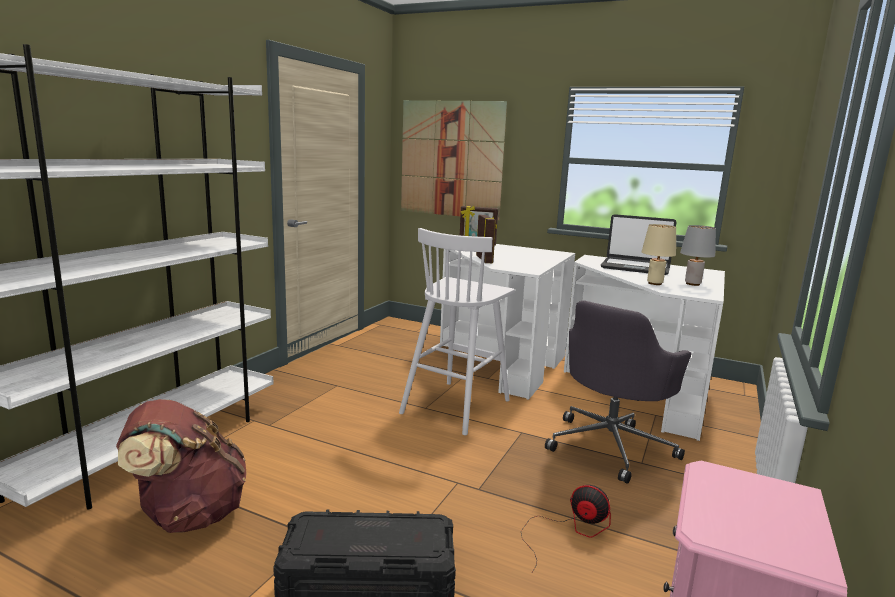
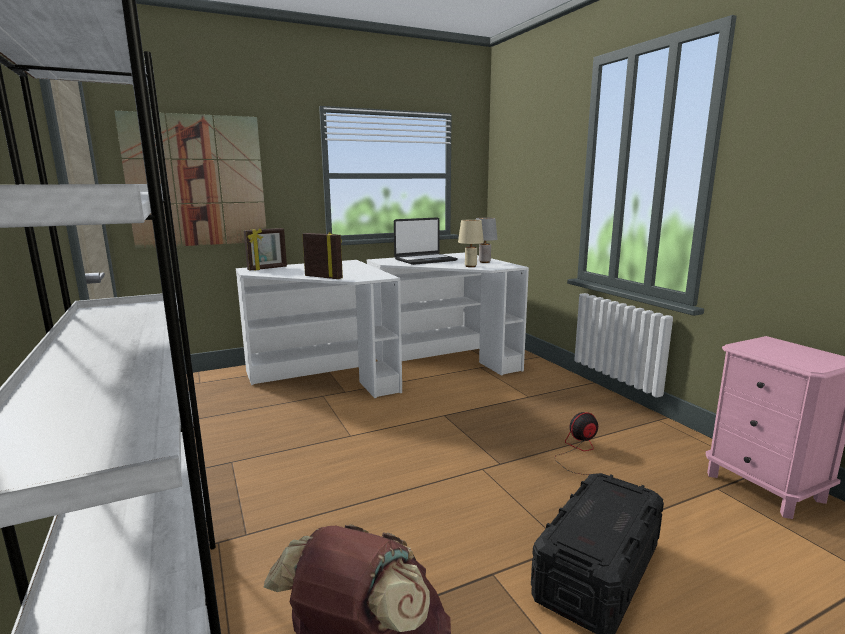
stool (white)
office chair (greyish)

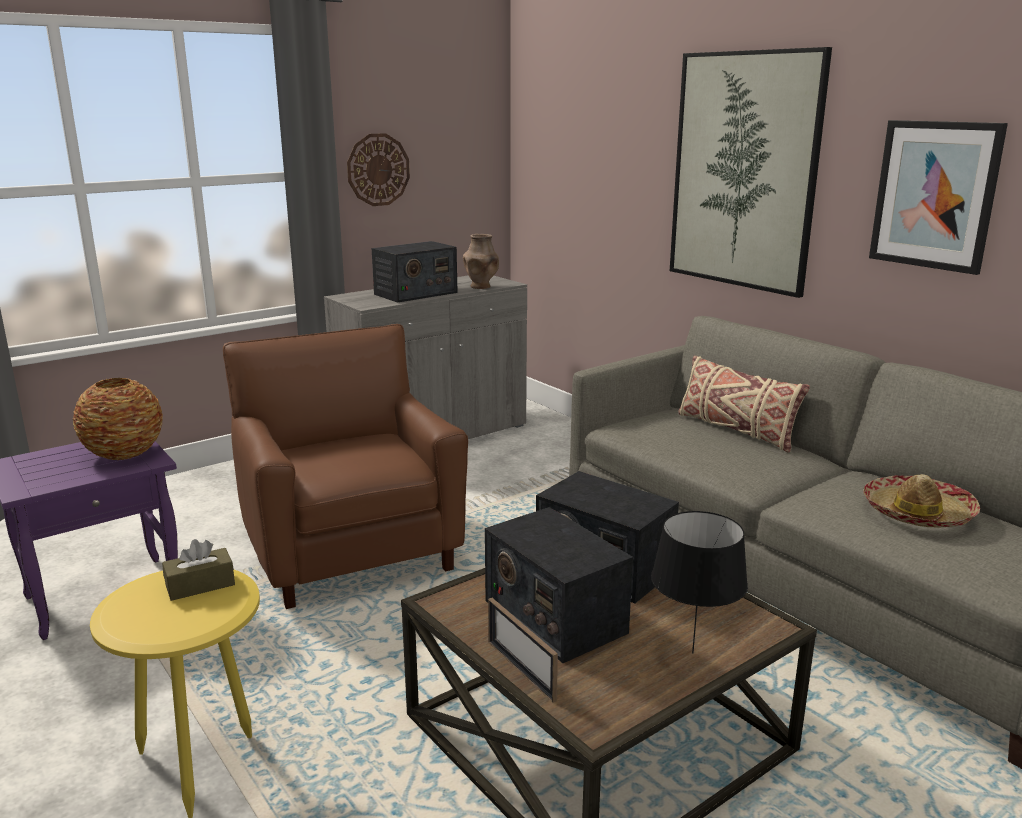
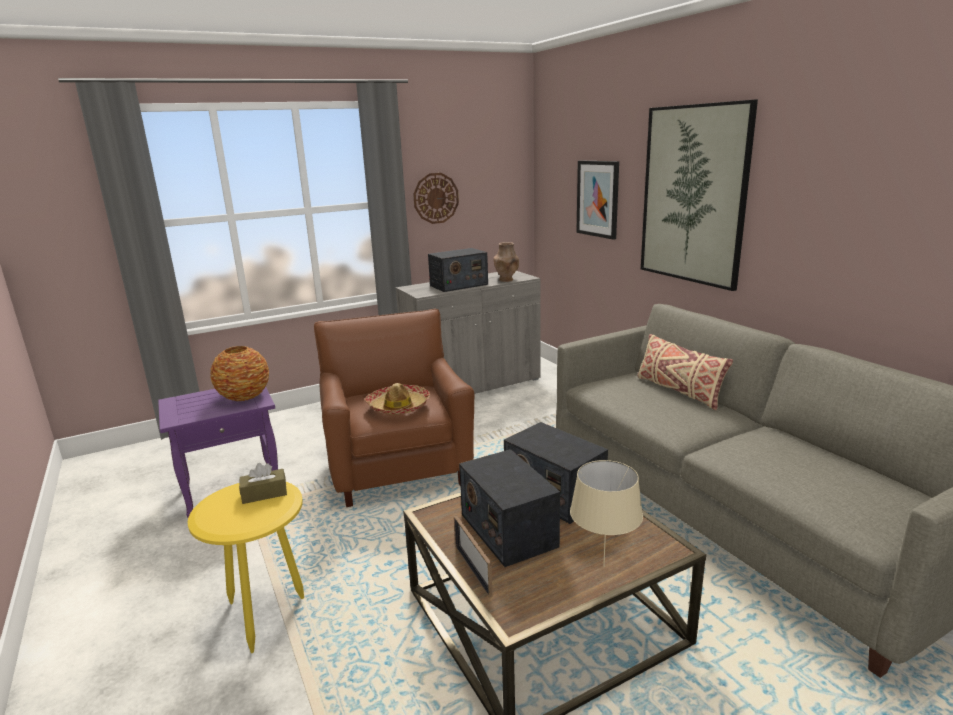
clothing hat
picture (1st from left)
tabletop lamp (beige)

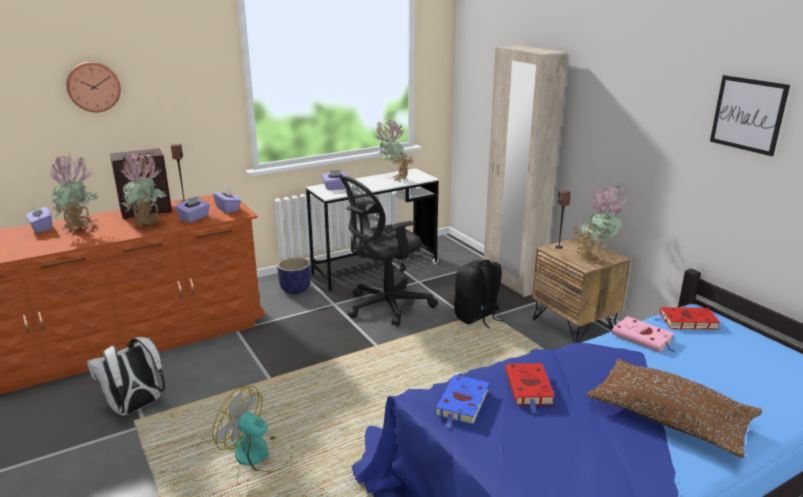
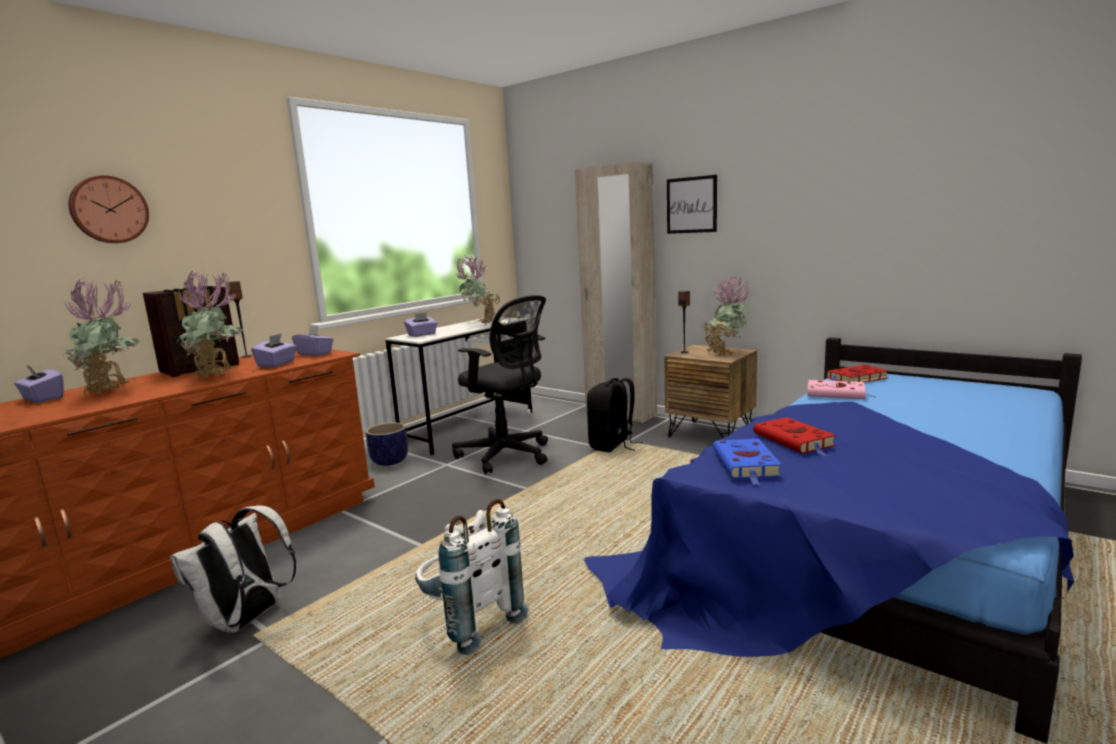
cushion (brown)
picture
backpack (white) (2nd from left)
office chair (black-coloured)

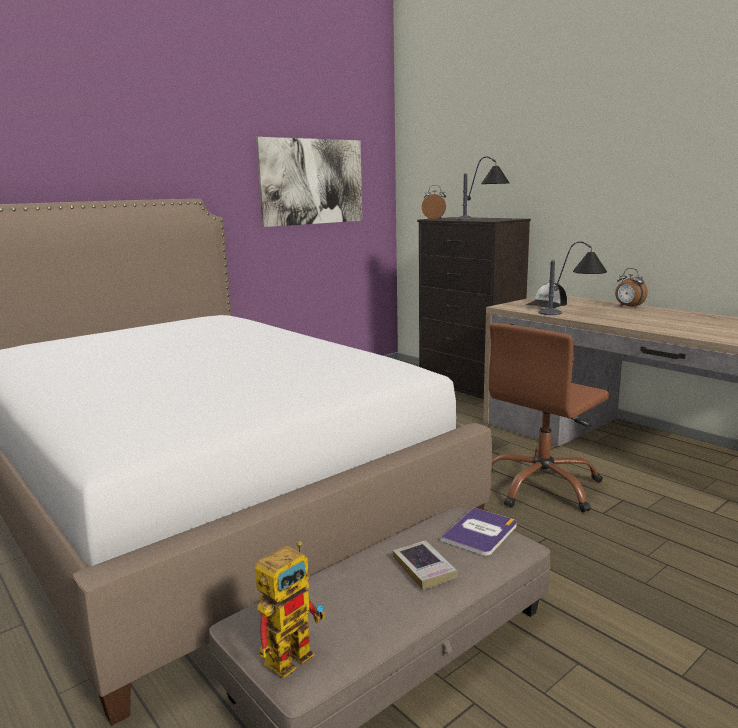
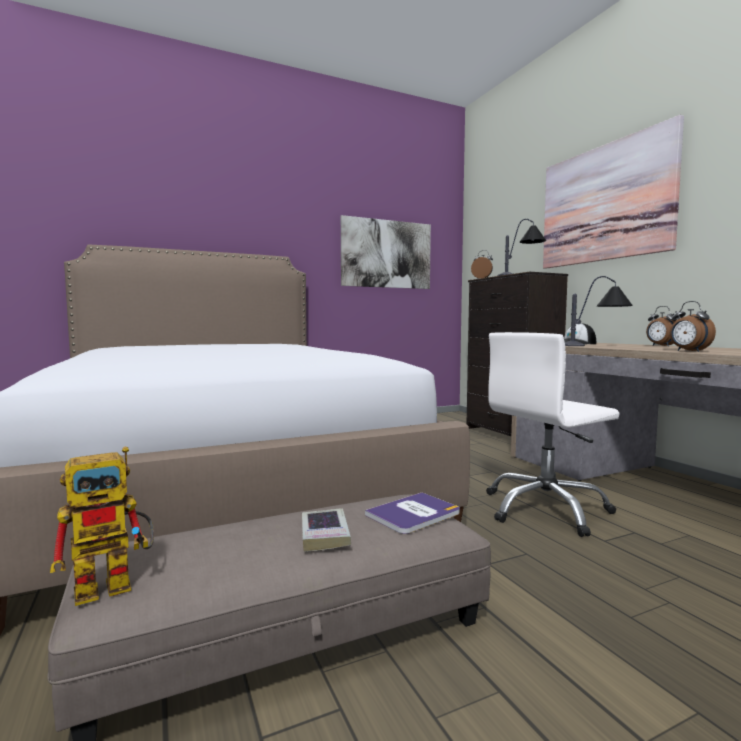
picture (2nd from left)
bedside clock (3rd from left)
office chair (white)

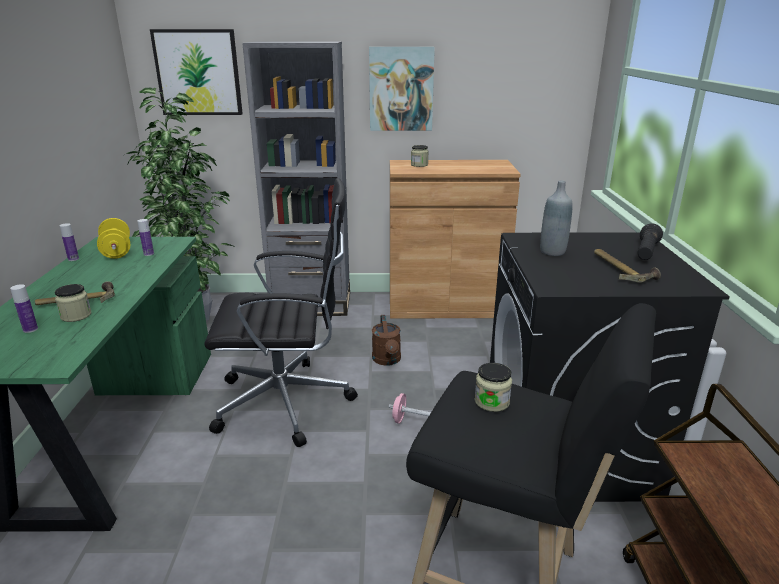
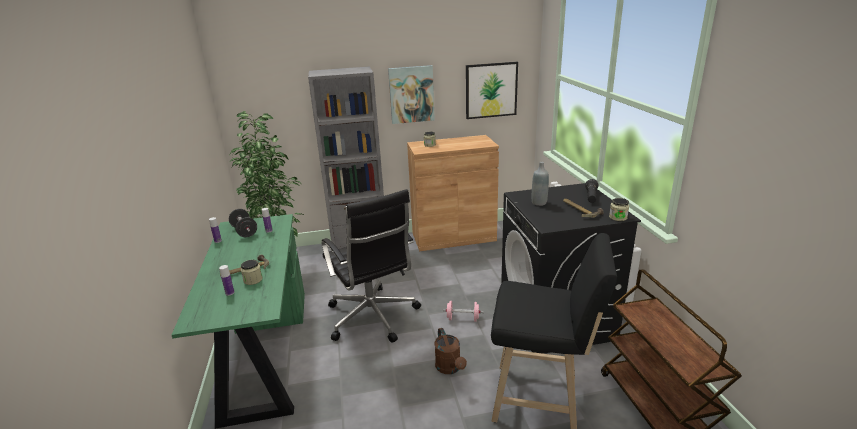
picture (2nd from left)
watering pot (brown)
preserve jar (3rd from left)
hand weight (black-coloured)
office chair (black-coloured)

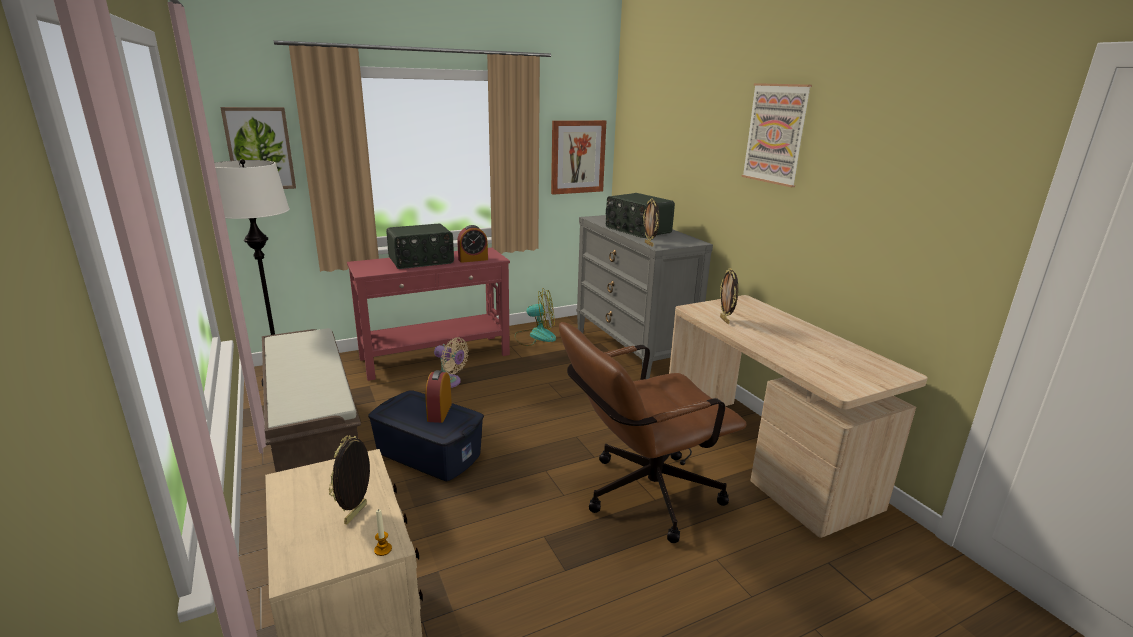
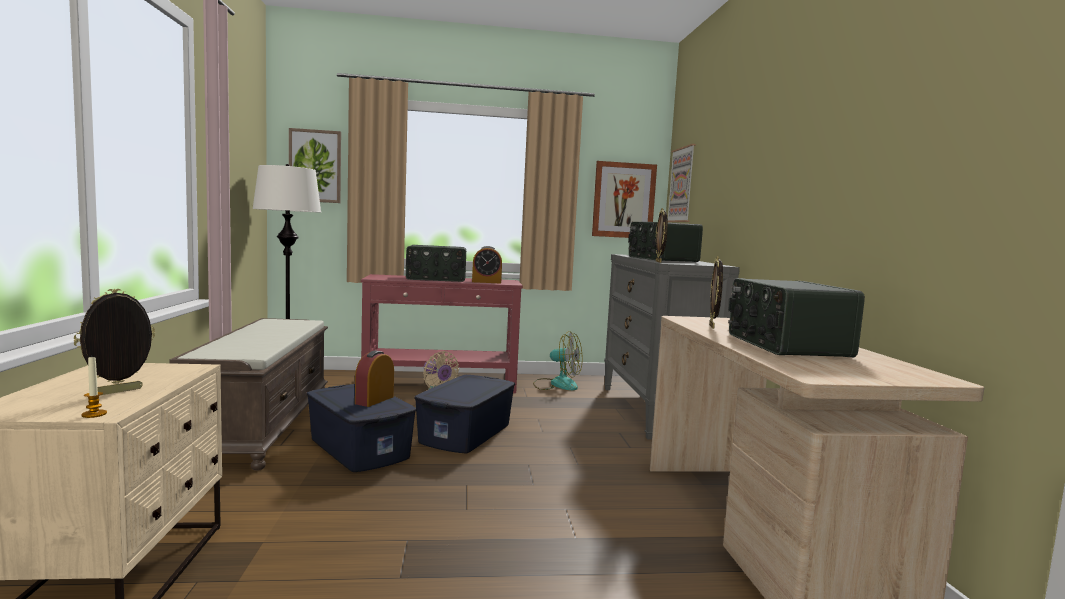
office chair (brown)
storage box (bluish) (2nd from left)
radio receiver (3rd from left)
picture (3rd from left)

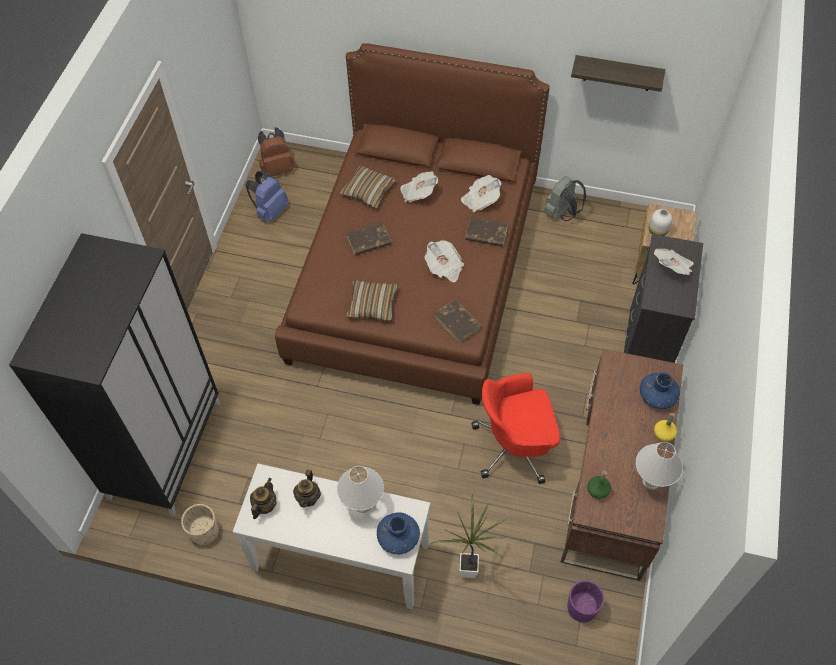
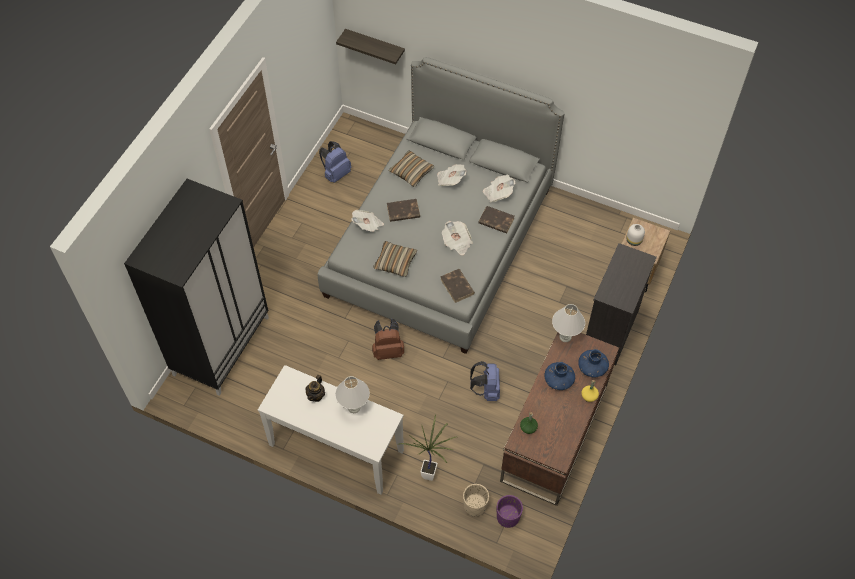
tea pot (1st from left in the first image)
backpack (greyish)
flower pot (beige)
backpack (brown)
flower vase (bluish) (1st from left)
shelf
tabletop lamp (white) (2nd from left)
daily paper (1st from left)
backpack (bluish) (2nd from left)
sleeping bed (greyish)

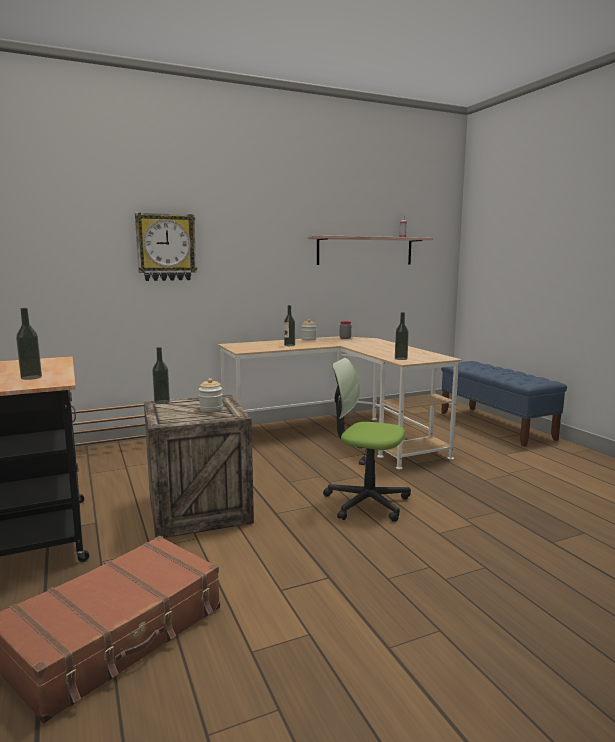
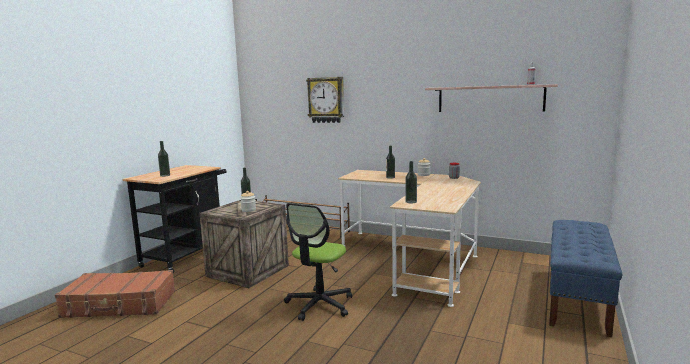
office chair

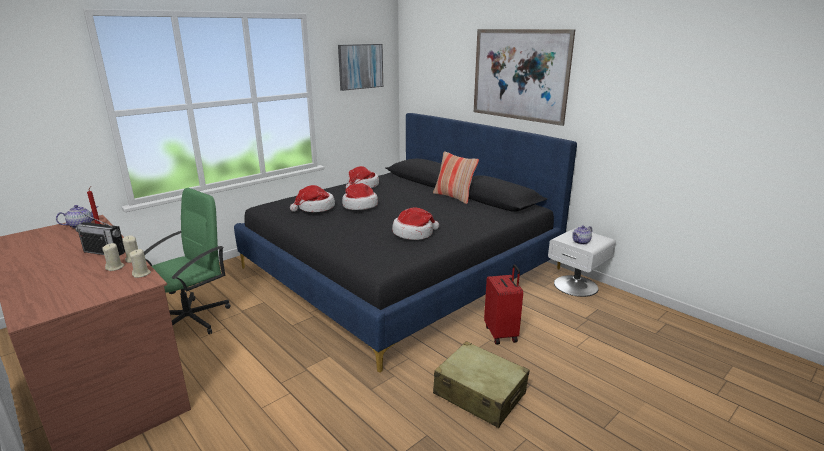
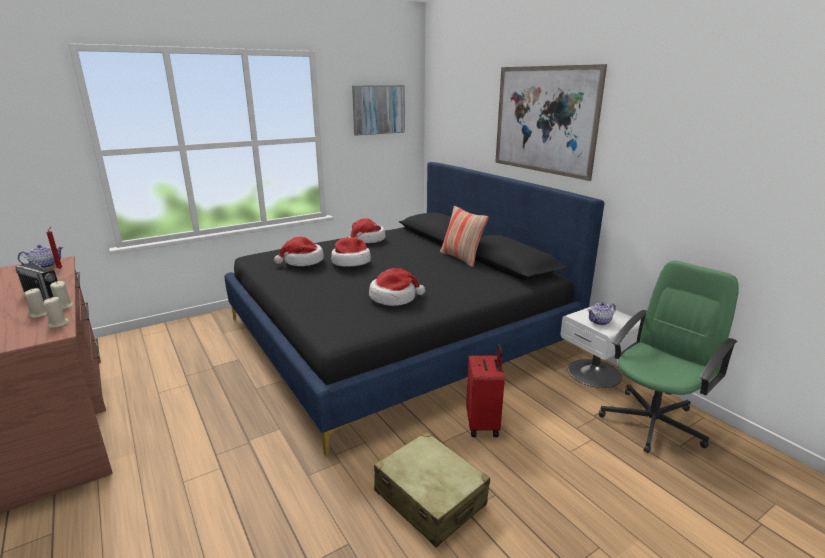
office chair (greenish)

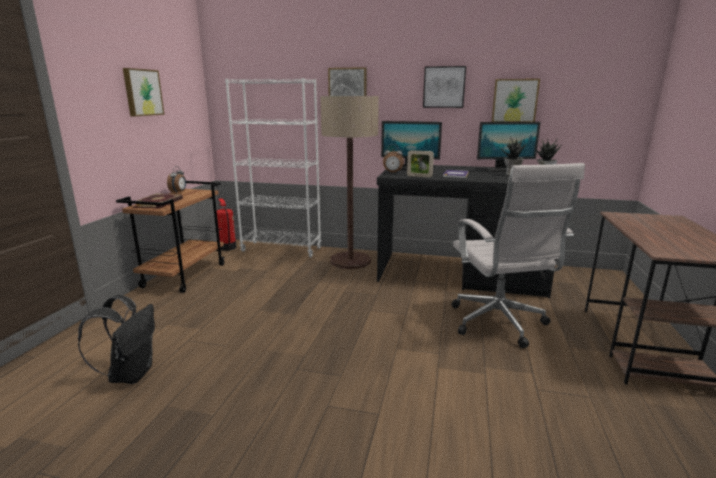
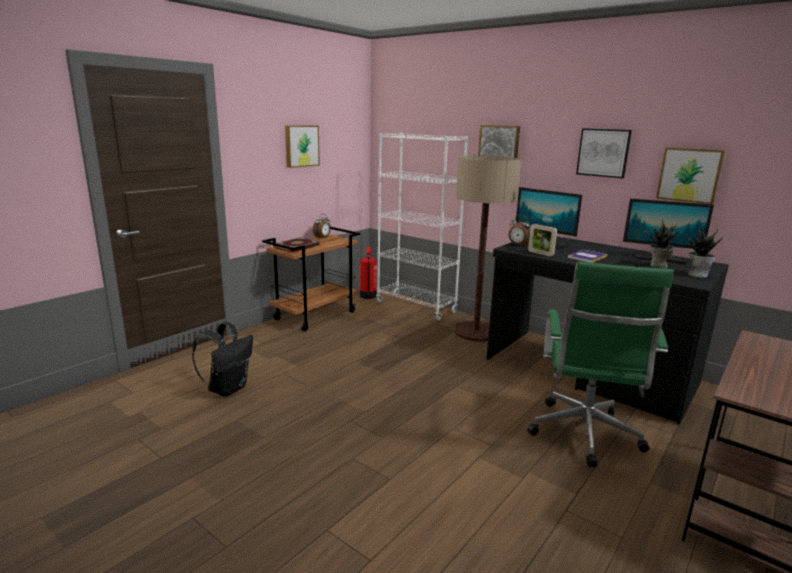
office chair (greenish)

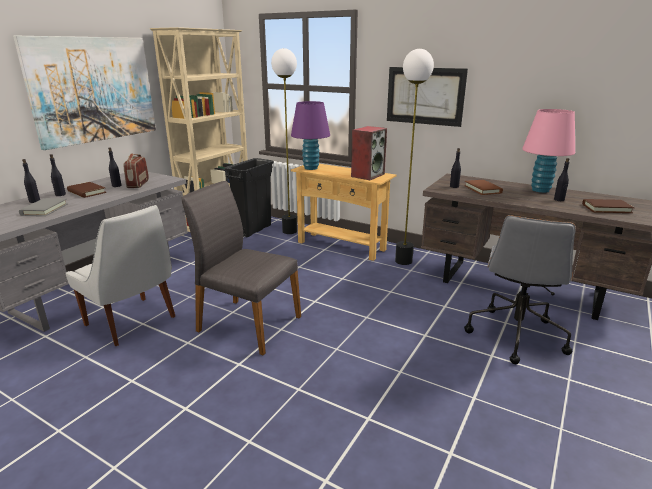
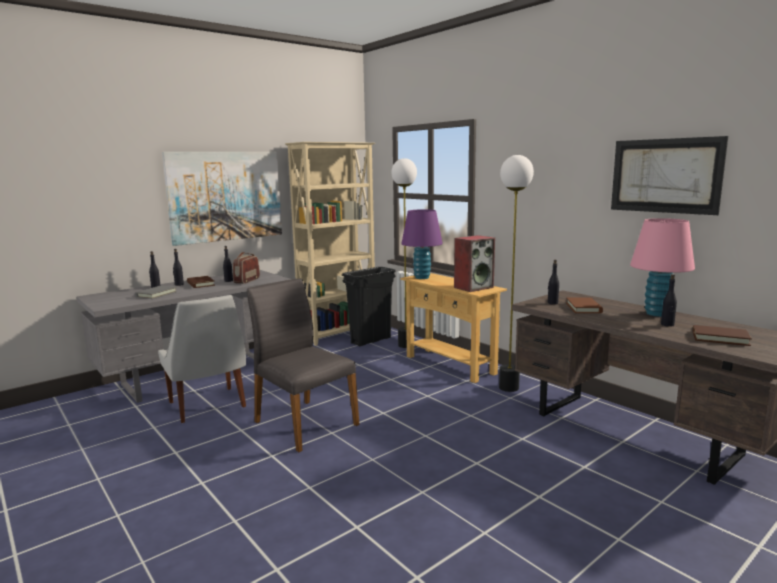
office chair (greyish)
picture (2nd from left)

